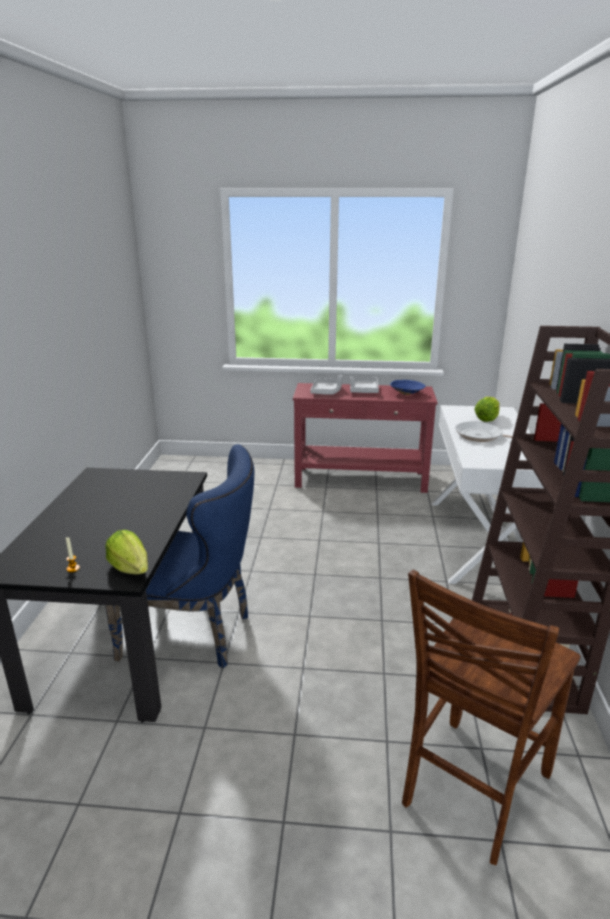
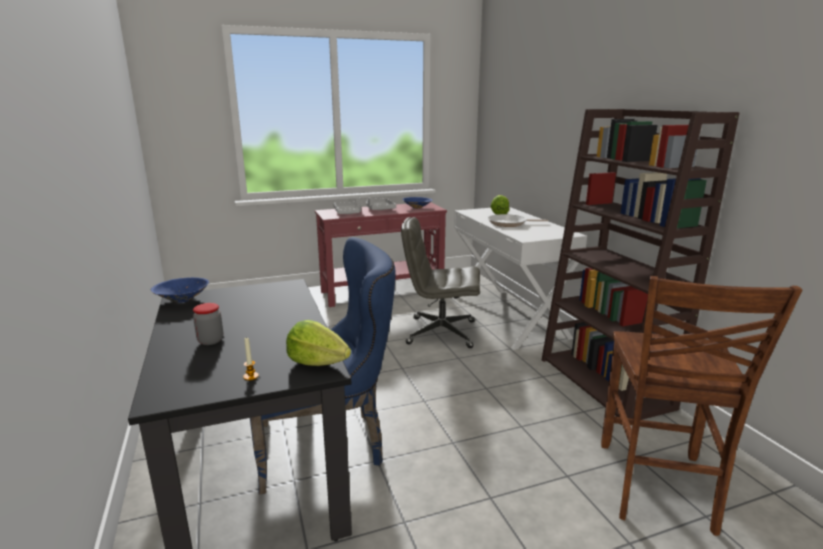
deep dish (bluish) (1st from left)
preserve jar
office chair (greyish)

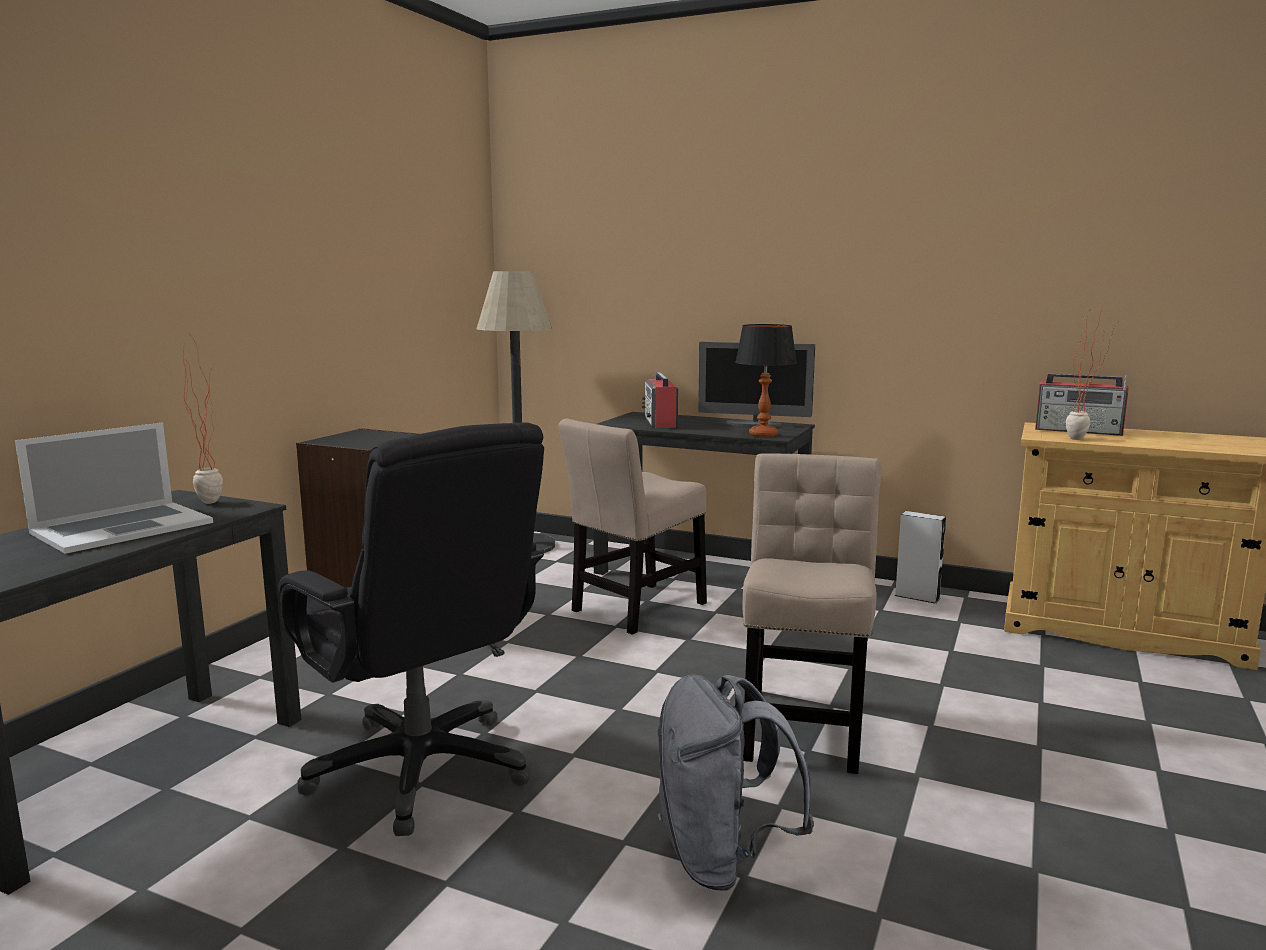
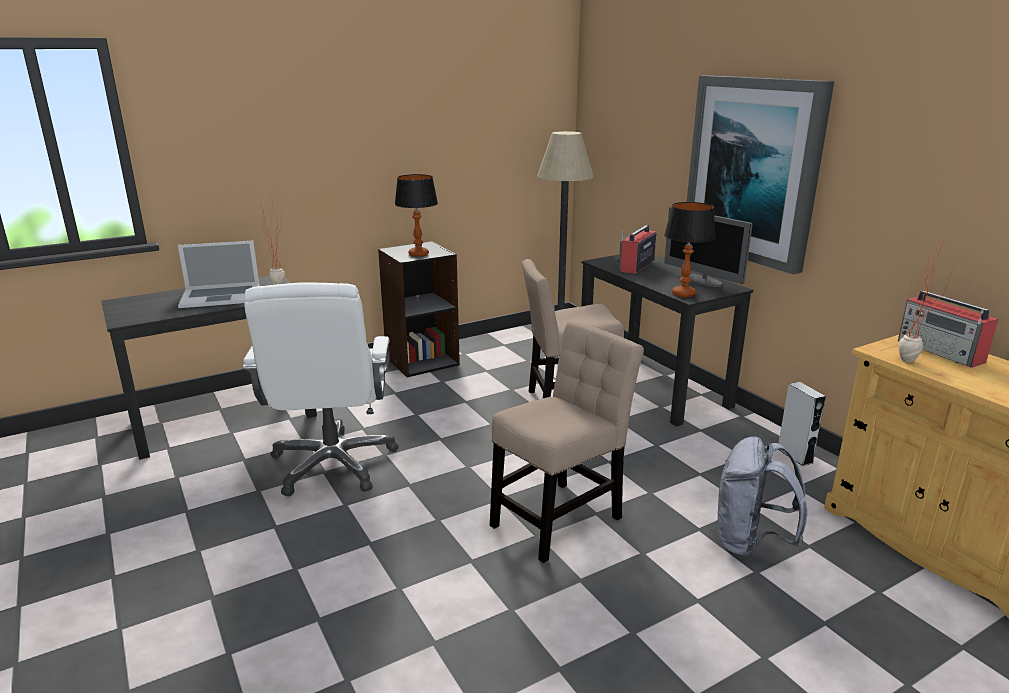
tabletop lamp (1st from left)
picture
backpack (greyish)
office chair (white)

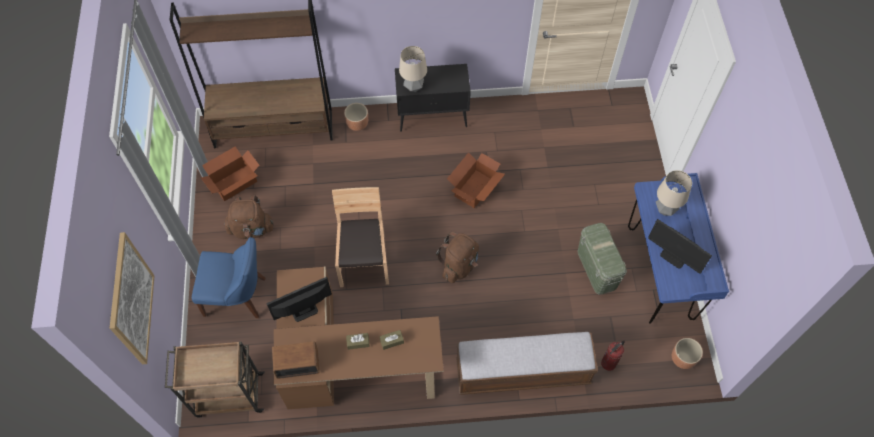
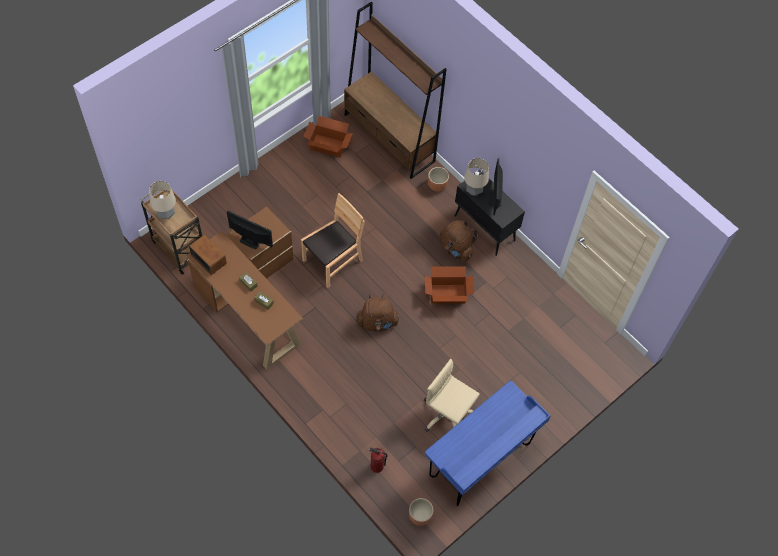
picture
plain chair (bluish)
long seat
backpack (brown) (2nd from left)
computer screen (2nd from left)
tabletop lamp (1st from left)
office chair (beige)

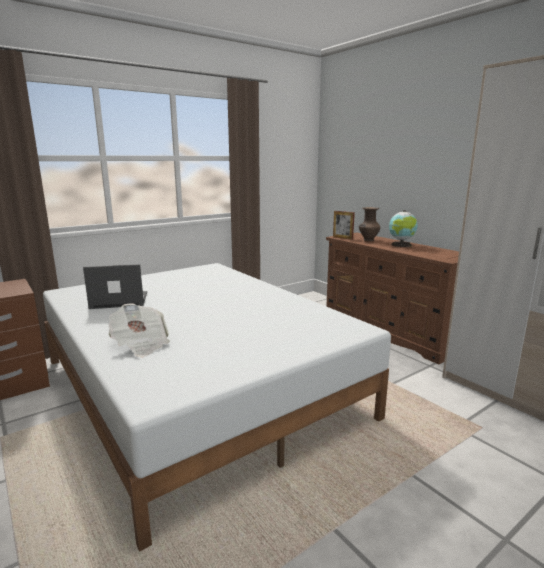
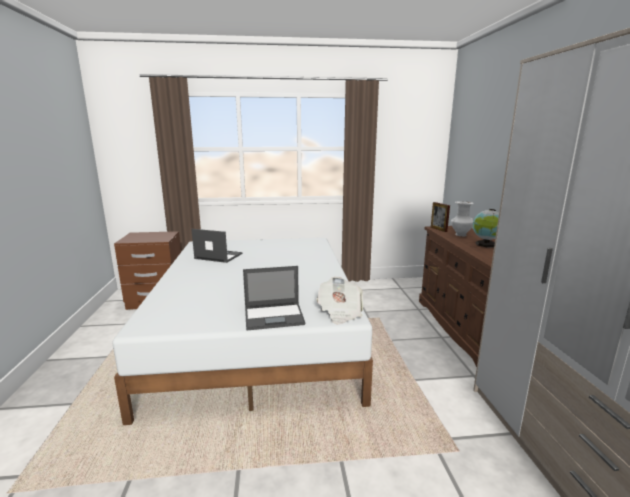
portable computer (2nd from left)
daily paper
flower vase (white)

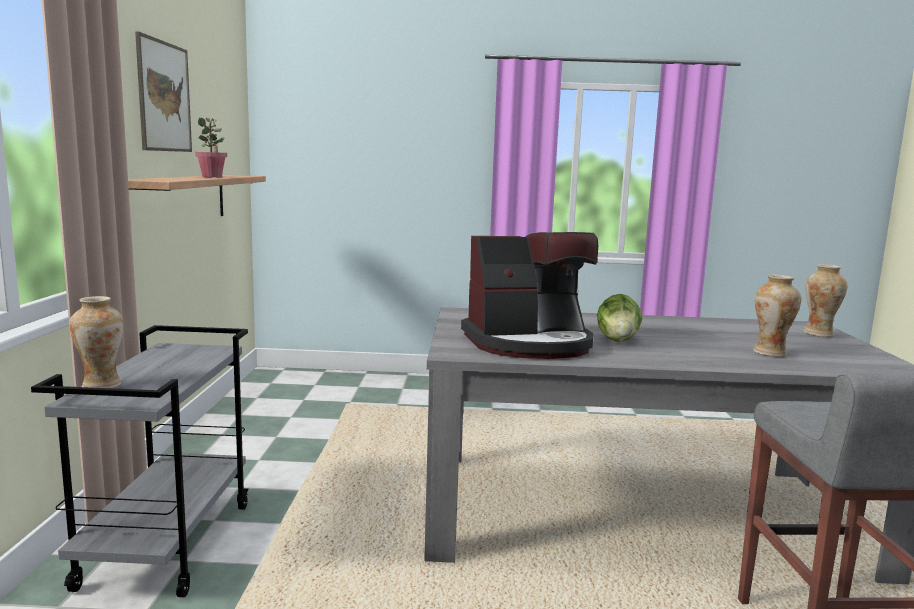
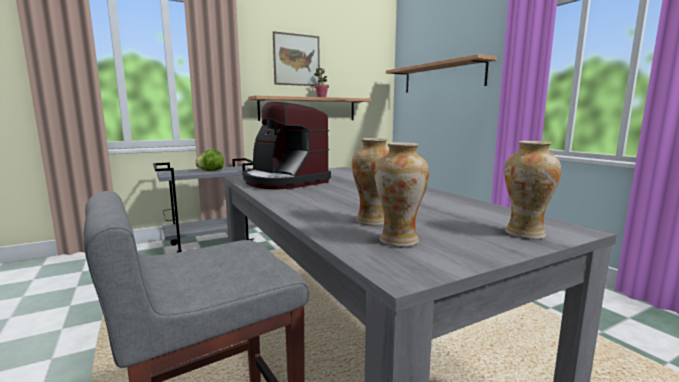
shelf (2nd from left)
flower vase (2nd from left)
lettuce

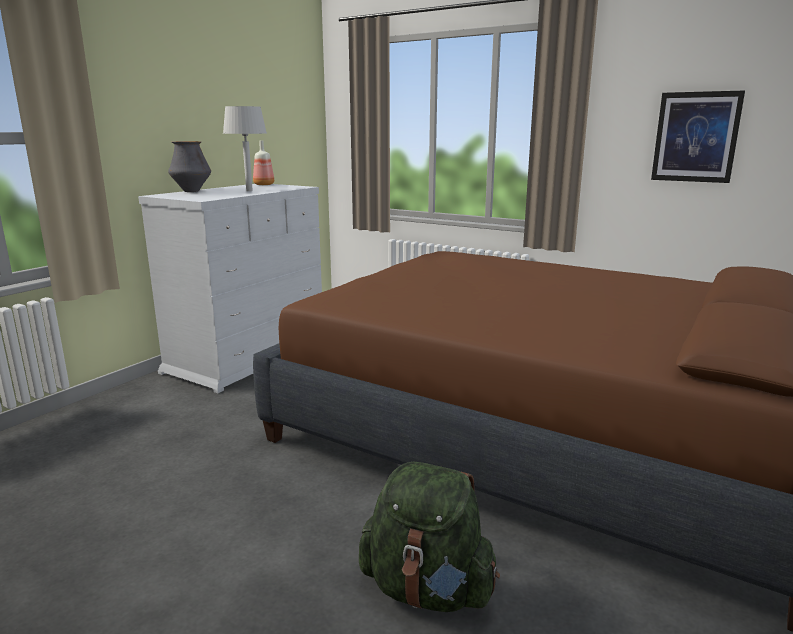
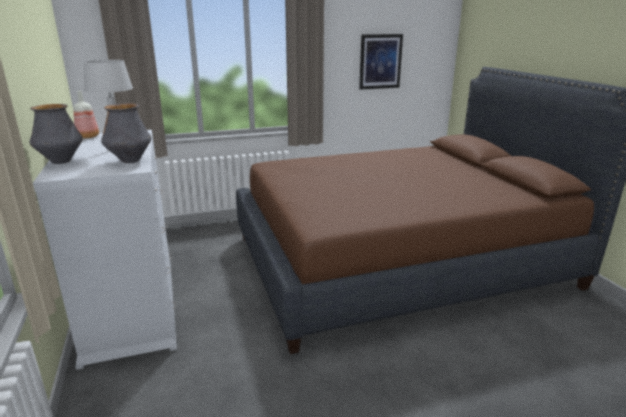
backpack (greenish)
flower vase (2nd from left)

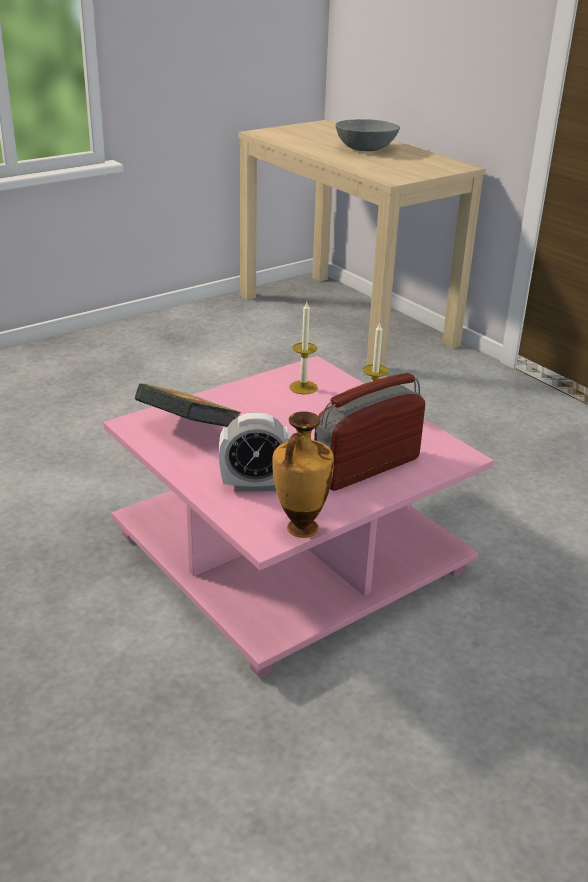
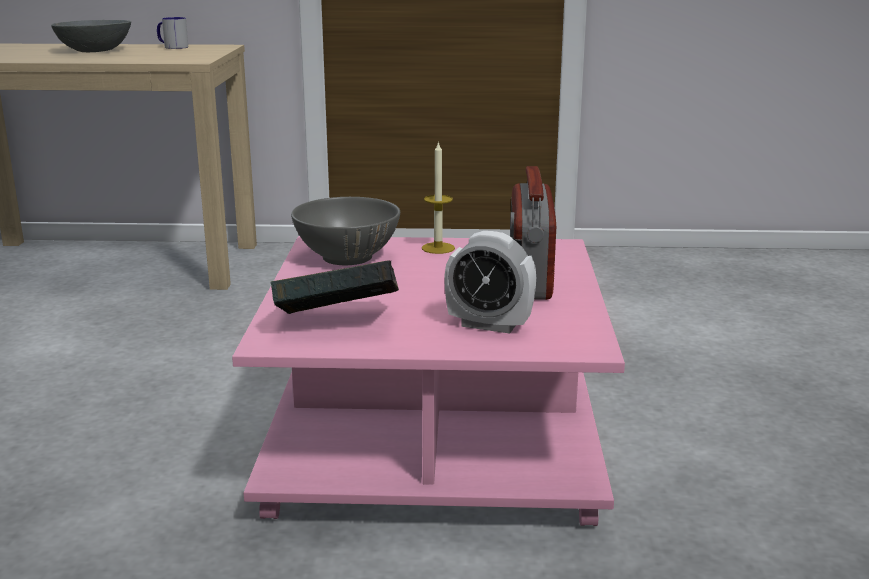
flower vase
tea mug
deep dish (greyish) (2nd from left)
bedside clock

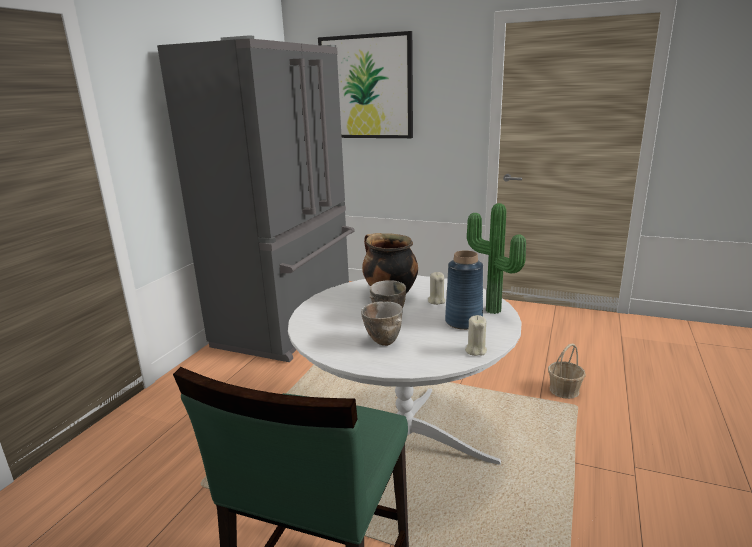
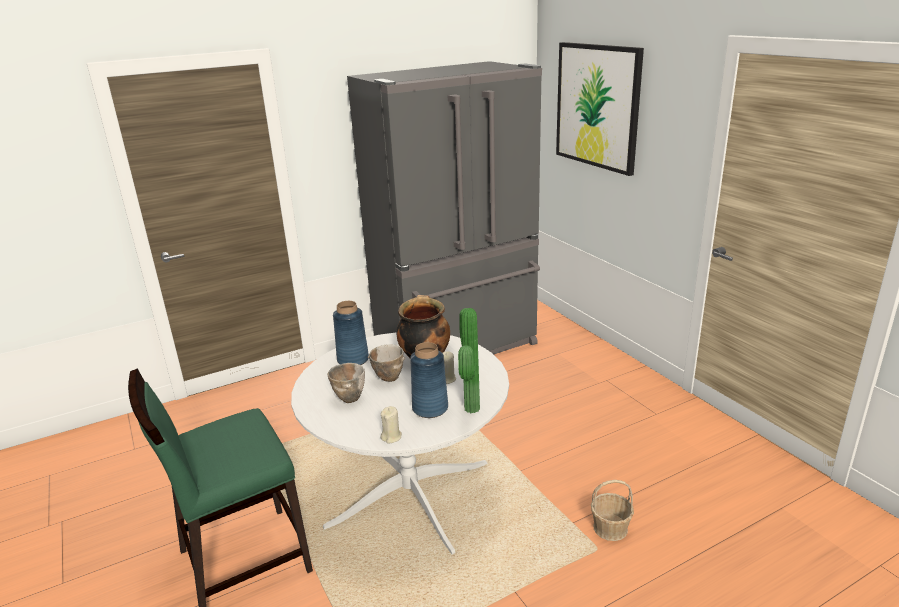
flower vase (bluish) (1st from left)

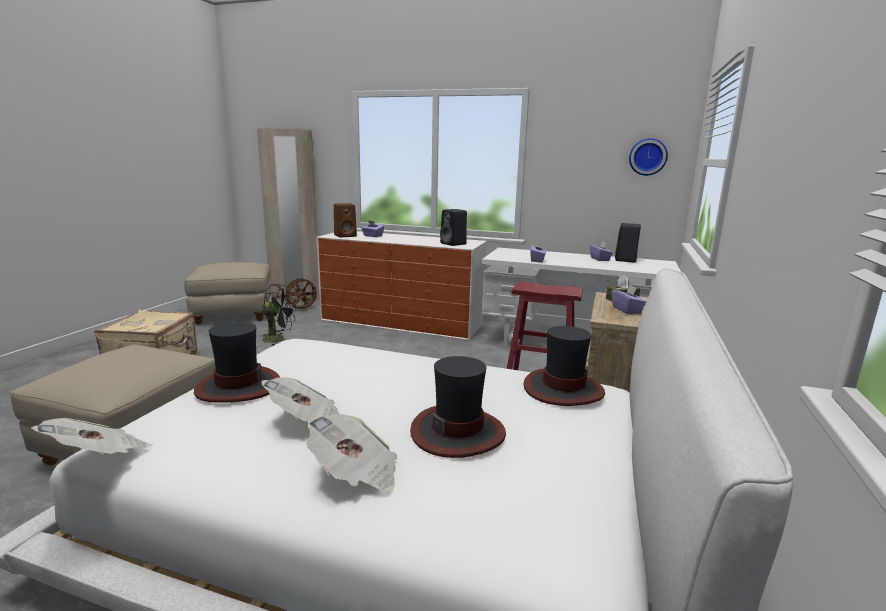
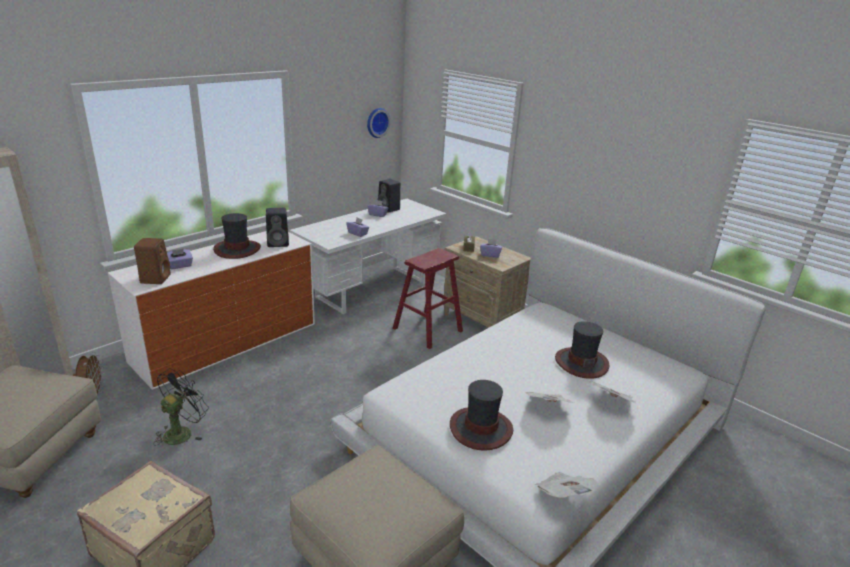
clothing hat (1st from left)

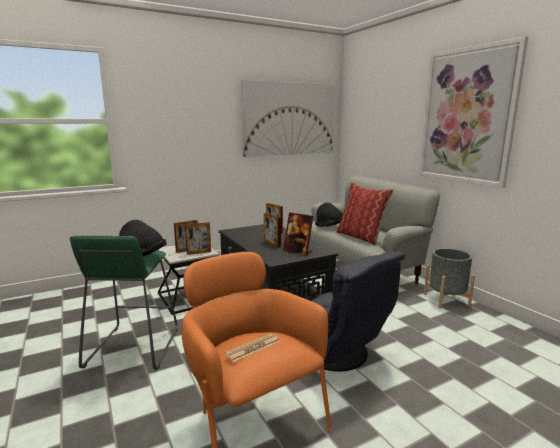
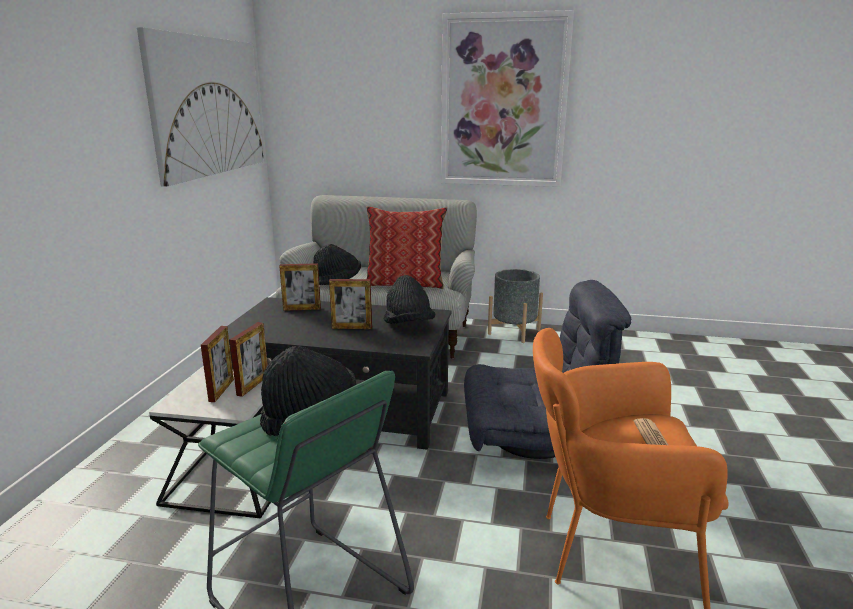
clothing hat (black-coloured) (3rd from left)

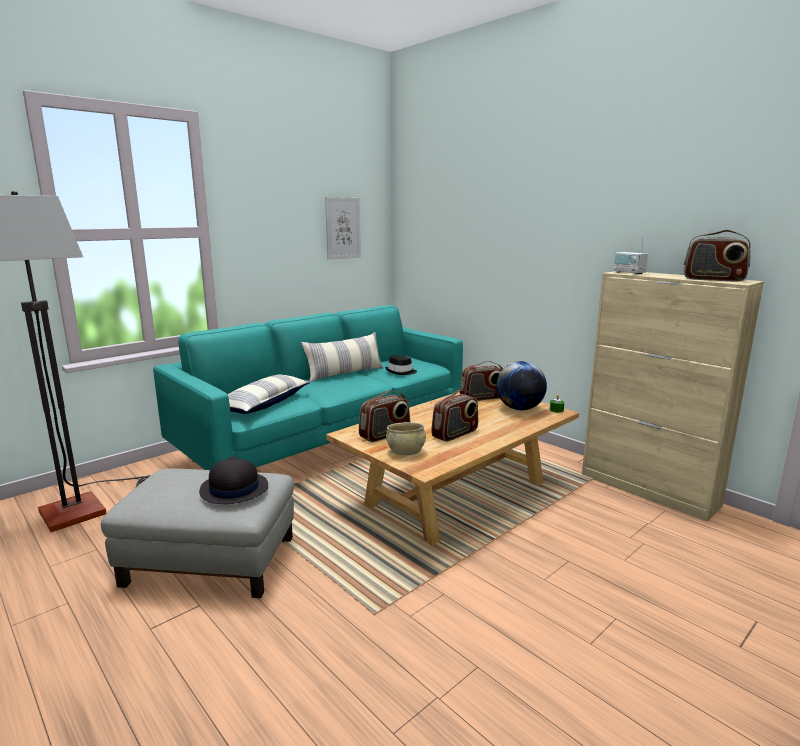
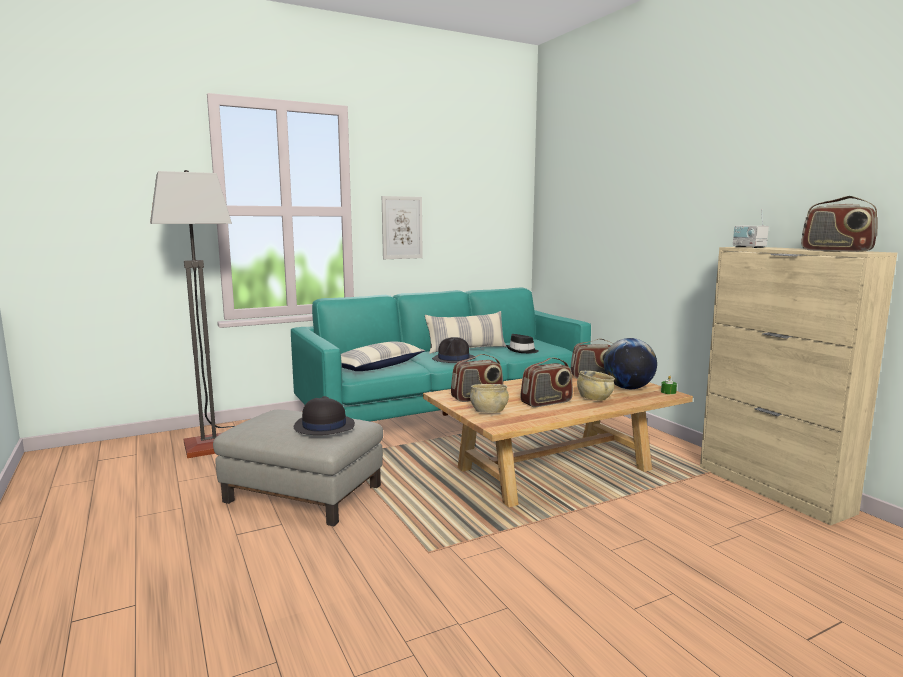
clothing hat (black-coloured) (2nd from left)
deep dish (beige) (2nd from left)
picture

